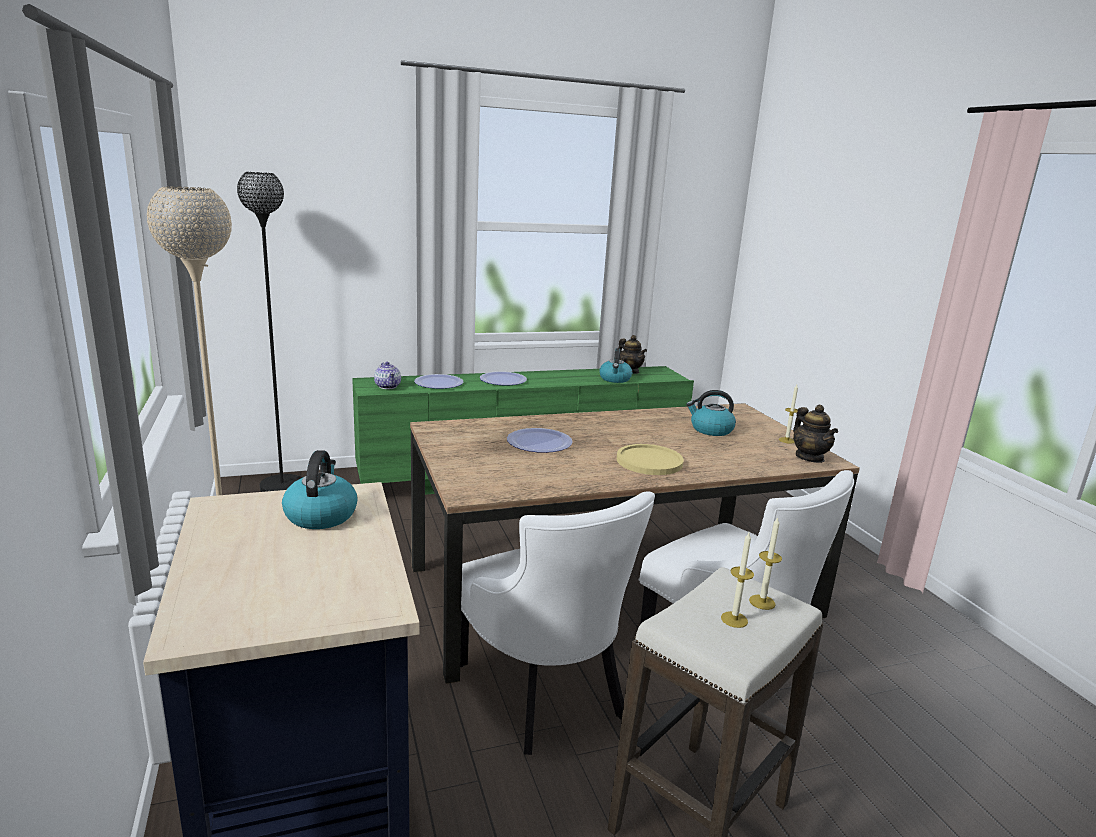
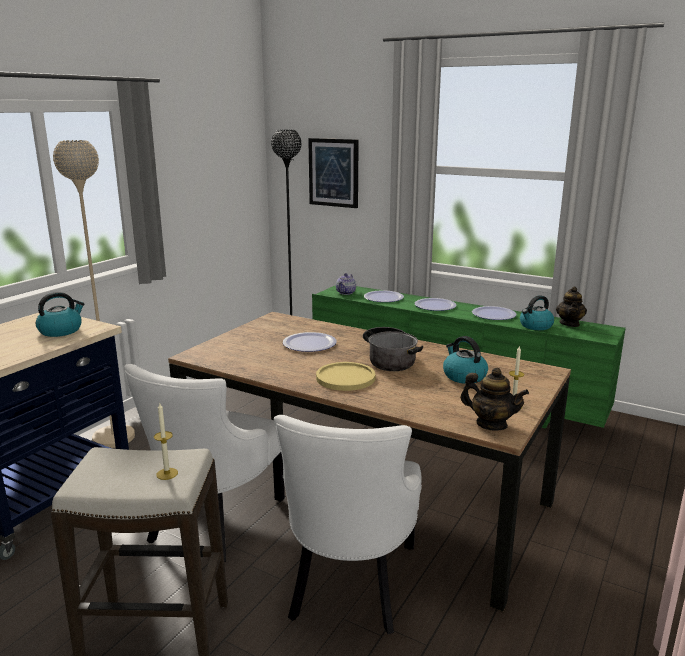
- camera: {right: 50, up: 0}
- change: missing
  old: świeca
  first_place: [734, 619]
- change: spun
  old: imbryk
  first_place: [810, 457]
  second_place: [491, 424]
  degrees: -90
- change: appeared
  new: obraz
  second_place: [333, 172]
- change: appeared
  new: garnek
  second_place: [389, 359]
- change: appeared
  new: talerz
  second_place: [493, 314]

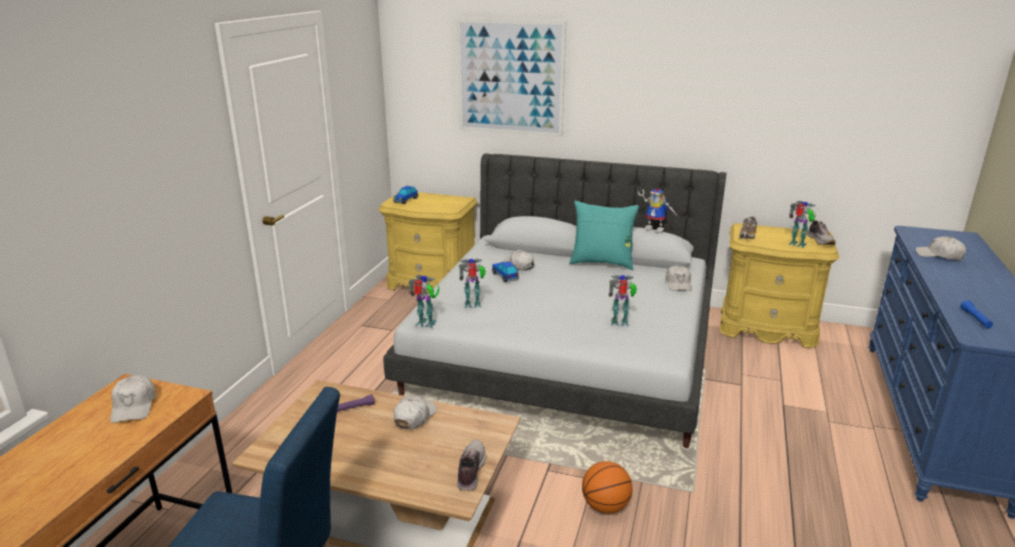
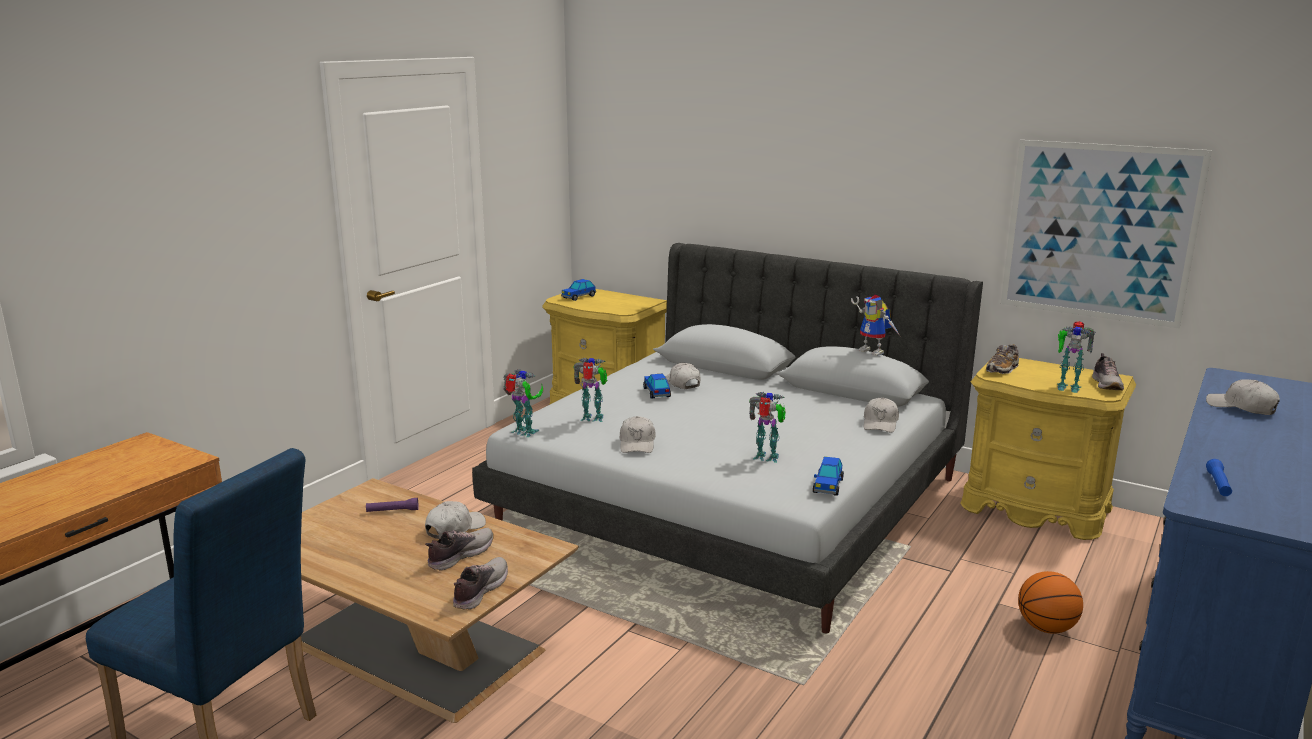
- camera: {right: 15, up: -5}
- change: relocated
  old: czapka z daszkiem/biały
  first_place: [134, 406]
  second_place: [637, 443]
- change: relocated
  old: obraz
  first_place: [510, 78]
  second_place: [1099, 232]
- change: missing
  old: poduszka/turkusowy
  first_place: [601, 263]
- change: relocated
  old: piłka do koszykówki
  first_place: [605, 506]
  second_place: [1046, 628]
- change: spun
  old: robot zabawkowy
  first_place: [798, 245]
  second_place: [1067, 386]
  degrees: 150
- change: appeared
  new: but
  second_place: [459, 556]
- change: appeared
  new: samochodzik
  second_place: [828, 486]

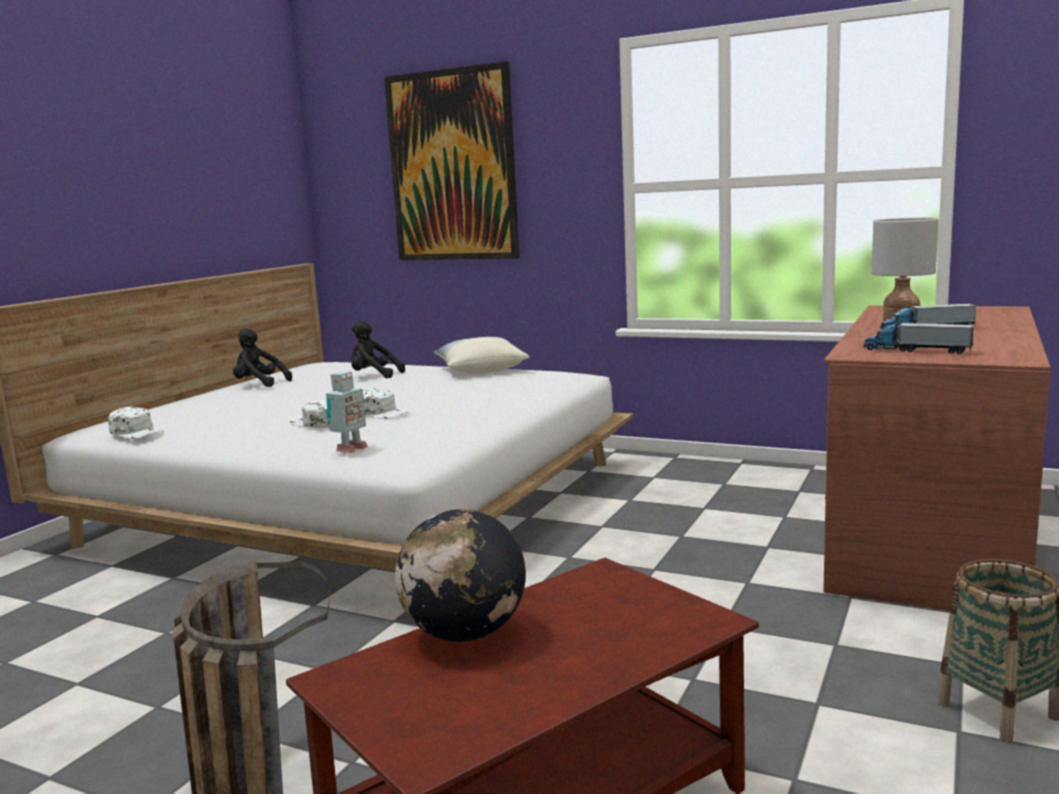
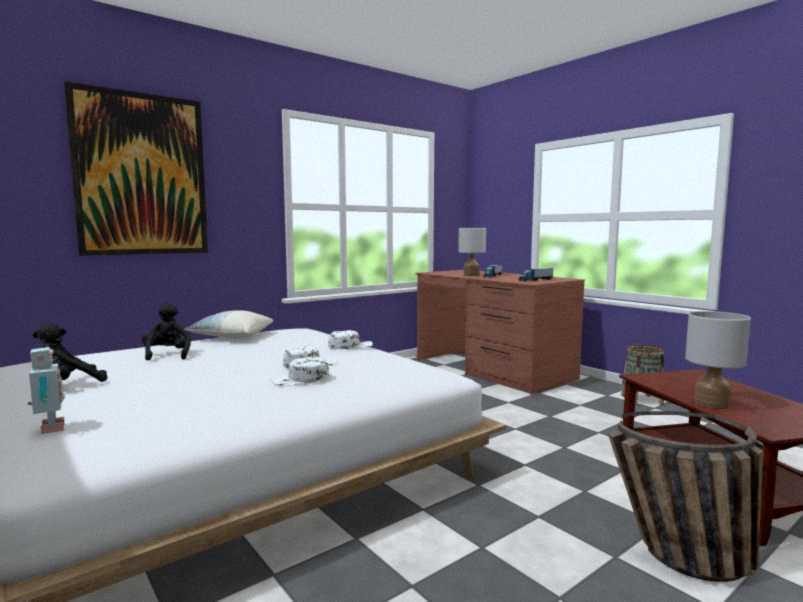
- camera: {right: -65, up: -5}
- change: relocated
  old: czapka z daszkiem/biały
  first_place: [137, 432]
  second_place: [350, 346]
- change: relocated
  old: robot zabawkowy
  first_place: [349, 449]
  second_place: [49, 429]
- change: spun
  old: pluszak/czarny
  first_place: [373, 376]
  second_place: [167, 355]
  degrees: 120
- change: exchanged
  old: globus
  new: lampa stołowa/szary
  first_place: [464, 633]
  second_place: [711, 404]

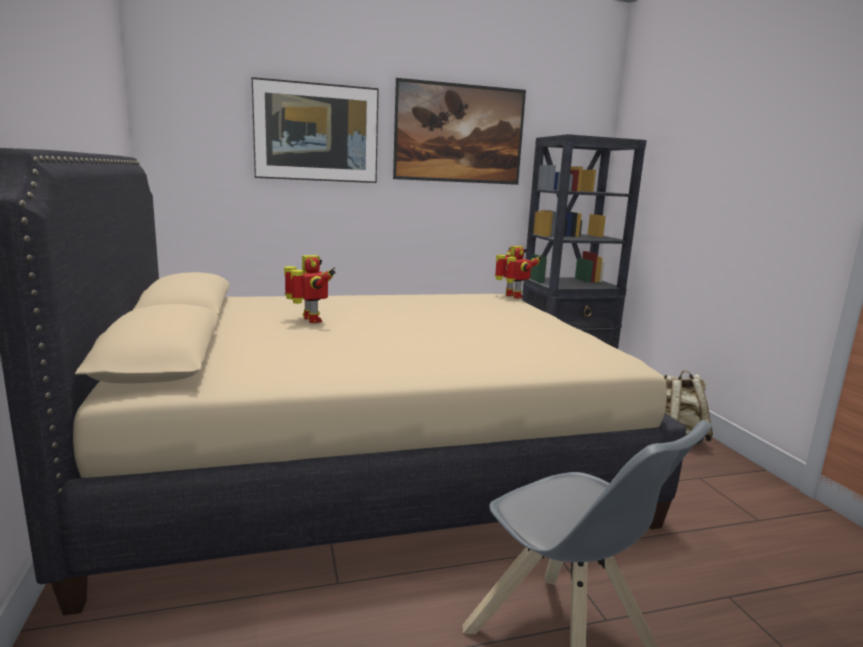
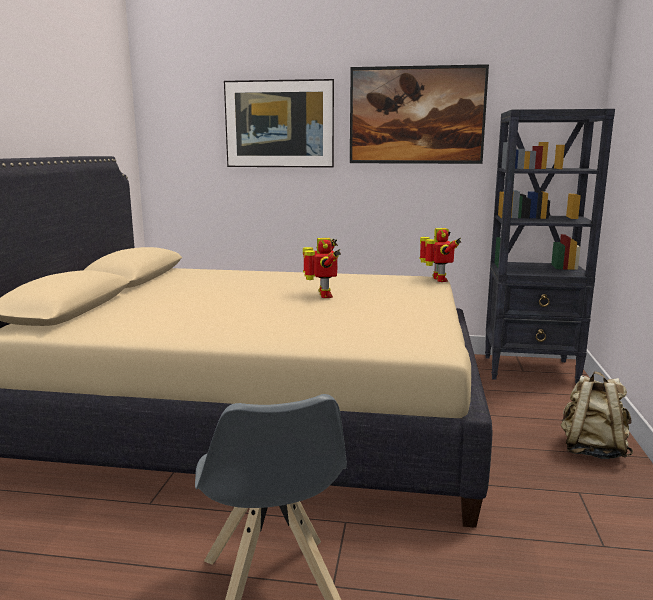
- camera: {right: 25, up: 0}
- change: relocated
  old: robot zabawkowy
  first_place: [310, 320]
  second_place: [323, 296]

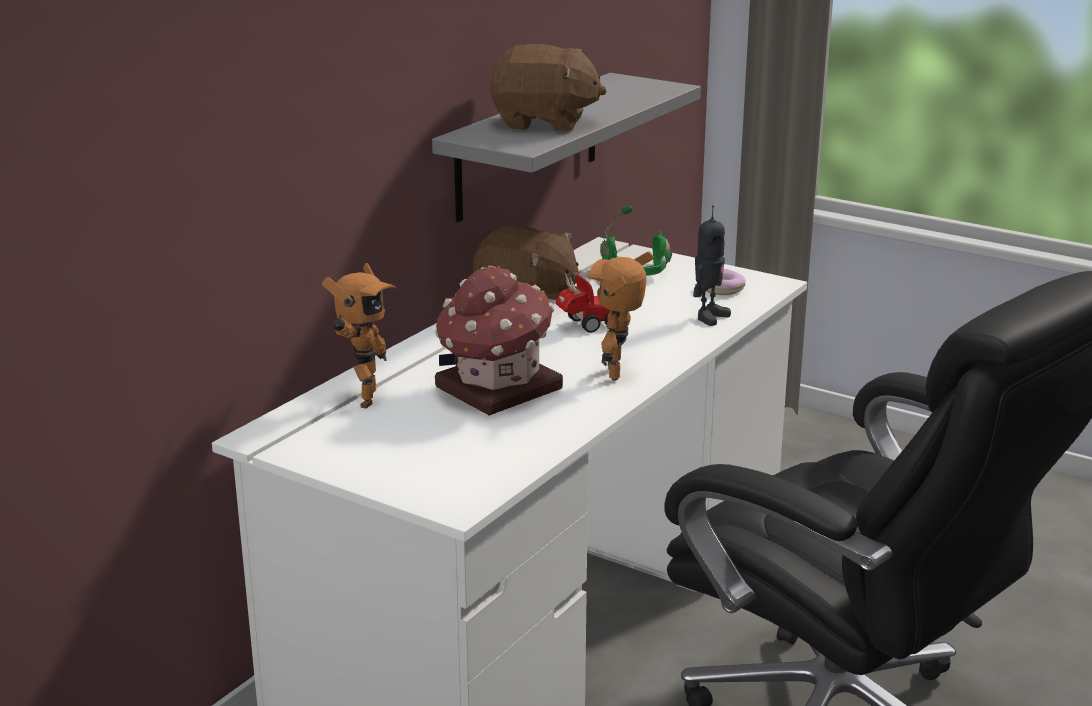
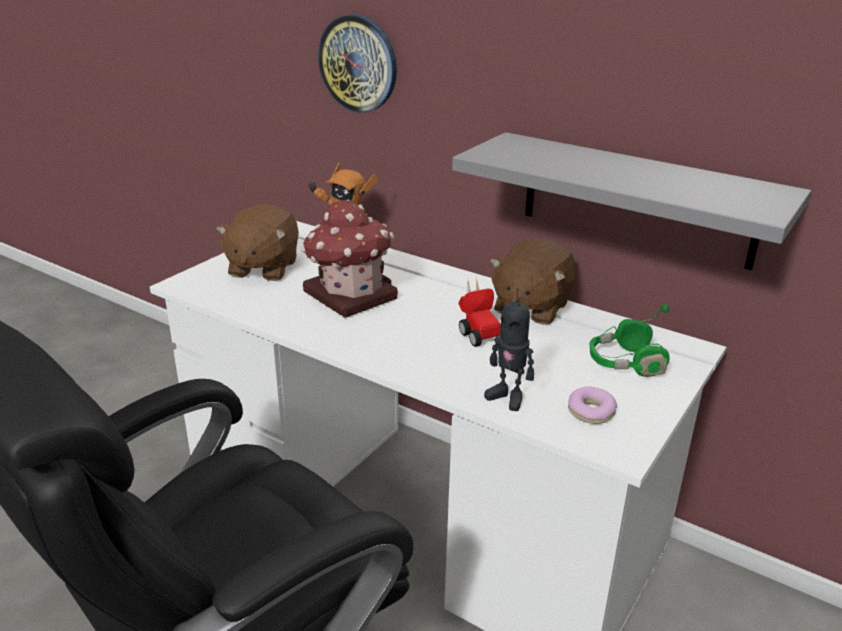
- camera: {right: 90, up: 5}
- change: relocated
  old: pluszak/brązowy
  first_place: [544, 123]
  second_place: [262, 268]
- change: missing
  old: robot zabawkowy
  first_place: [620, 373]
- change: appeared
  new: zegar ścienny
  second_place: [358, 63]

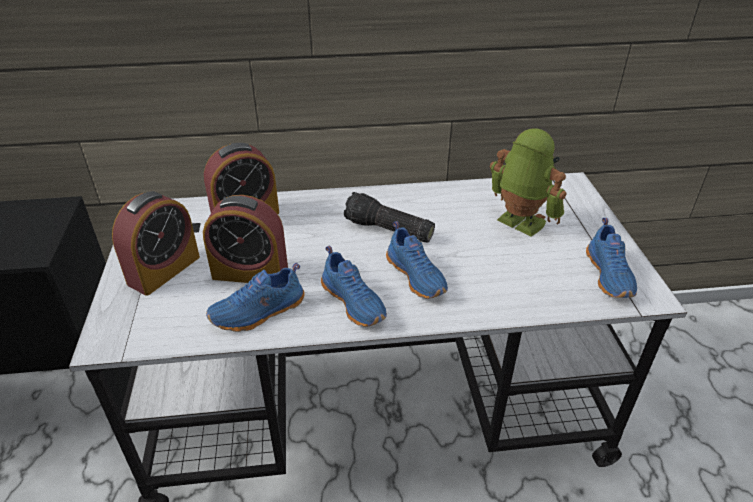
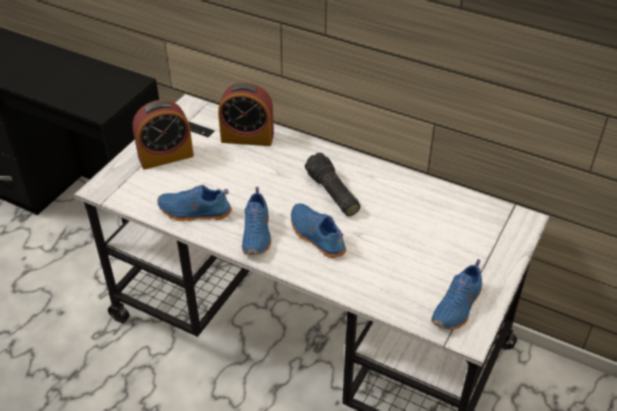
- camera: {right: 35, up: 5}
- change: missing
  old: budzik
  first_place: [250, 272]
- change: spun
  old: but/niebieski
  first_place: [417, 276]
  second_place: [316, 237]
  degrees: 135
- change: missing
  old: robot zabawkowy
  first_place: [518, 223]

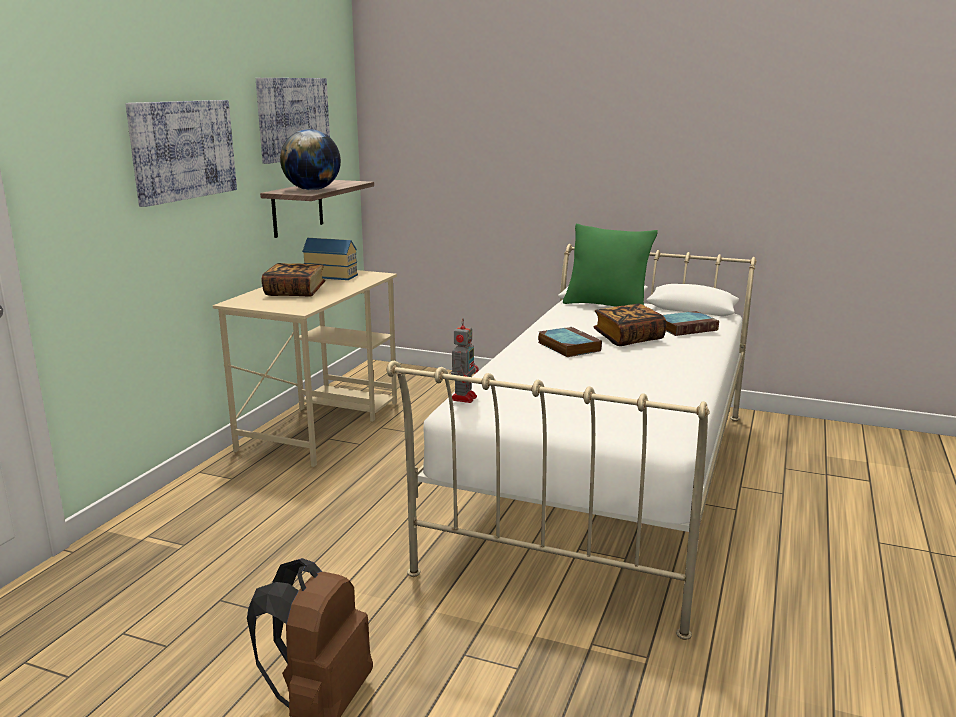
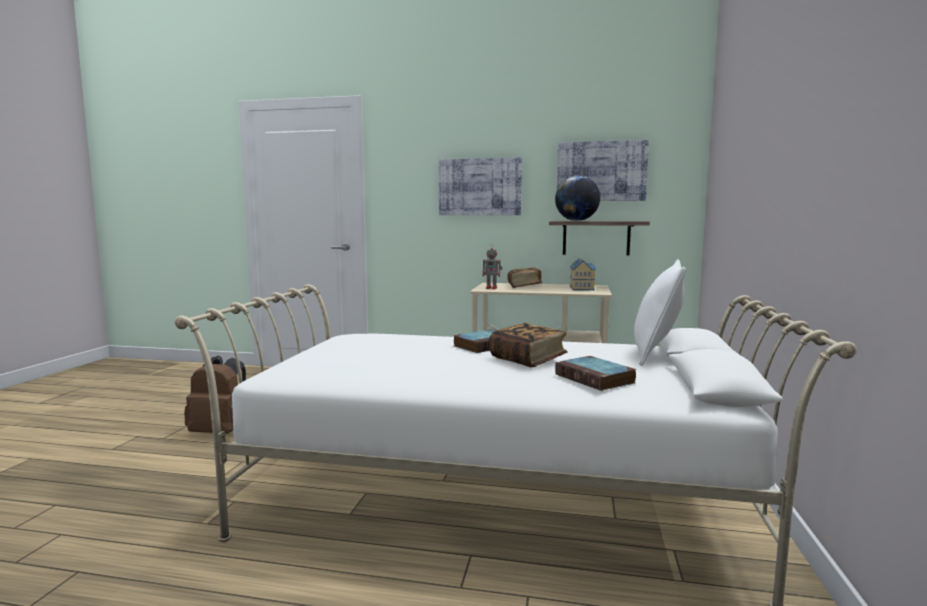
- camera: {right: 80, up: -10}
- change: relocated
  old: robot zabawkowy
  first_place: [463, 397]
  second_place: [492, 288]
- change: colour
  old: poduszka/zielony
  new: poduszka/biały
  first_place: [606, 306]
  second_place: [656, 354]

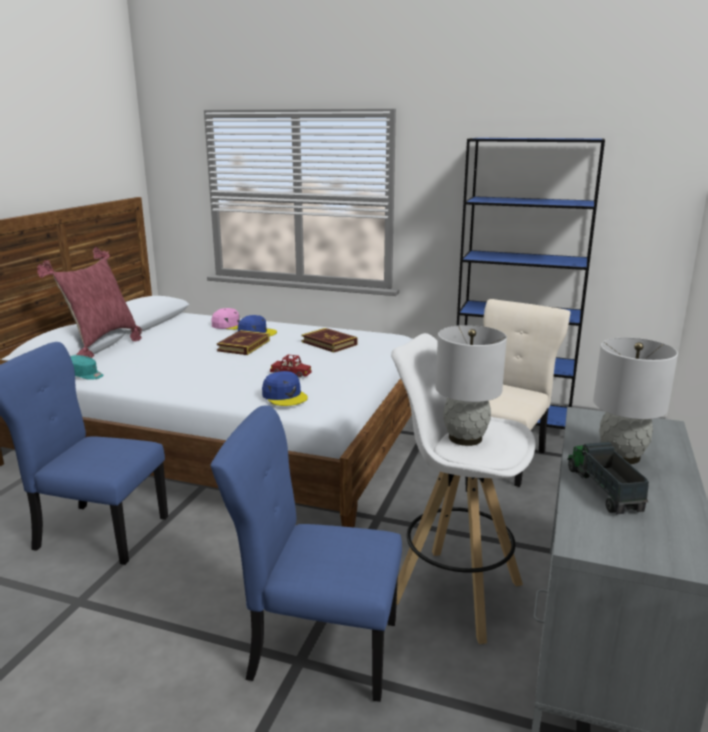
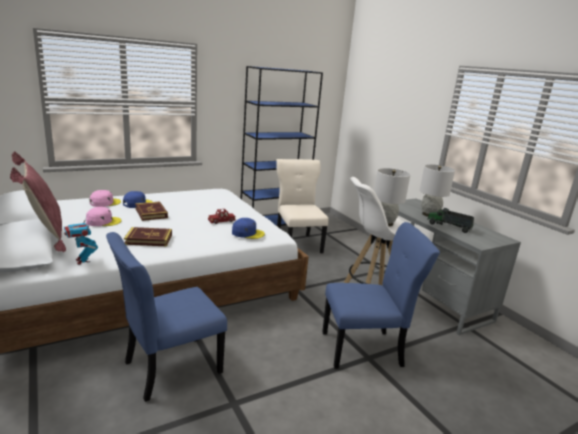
- camera: {right: -50, up: 0}
- change: exchanged
  old: czapka z daszkiem/turkusowy
  new: robot zabawkowy
  first_place: [85, 375]
  second_place: [82, 261]
- change: spun
  old: krzesło/niebieski
  first_place: [317, 648]
  second_place: [365, 349]
  degrees: -150
- change: relocated
  old: książka
  first_place: [329, 343]
  second_place: [148, 239]
- change: appeared
  new: czapka z daszkiem/różowy
  second_place: [103, 221]

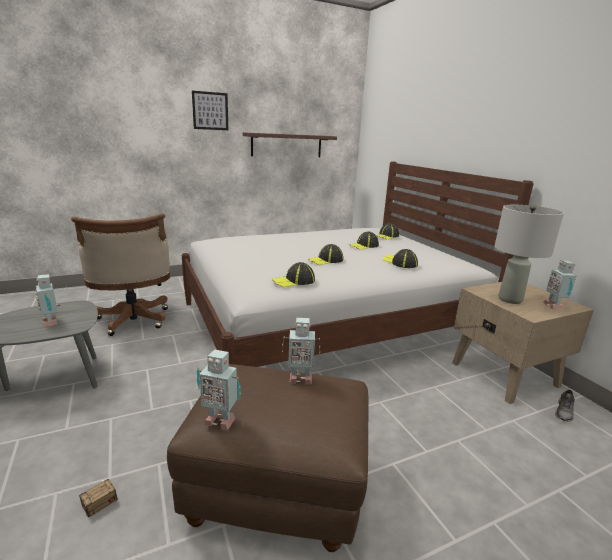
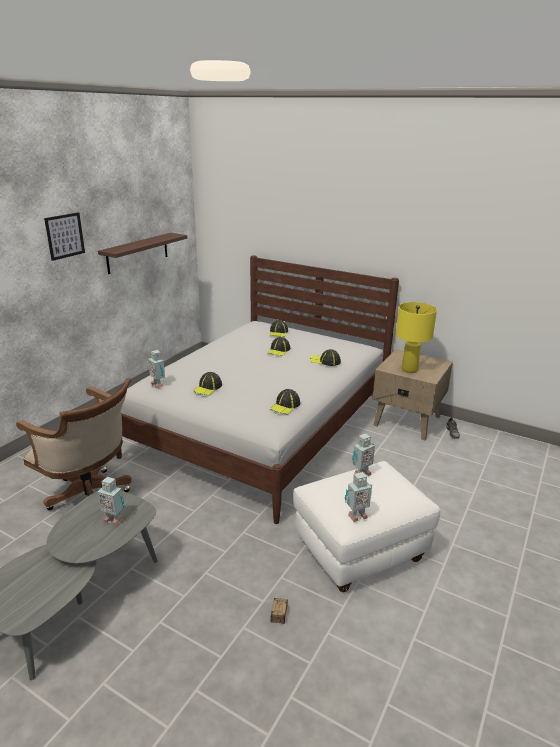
- camera: {right: -35, up: 5}
- change: colour
  old: pufa/brązowy
  new: pufa/biały
  first_place: [278, 485]
  second_place: [360, 548]
- change: relocated
  old: czapka z daszkiem
  first_place: [325, 260]
  second_place: [207, 388]
- change: colour
  old: lampa stołowa/szary
  new: lampa stołowa/żółty
  first_place: [510, 299]
  second_place: [409, 370]
- change: relocated
  old: robot zabawkowy
  first_place: [554, 306]
  second_place: [158, 385]

